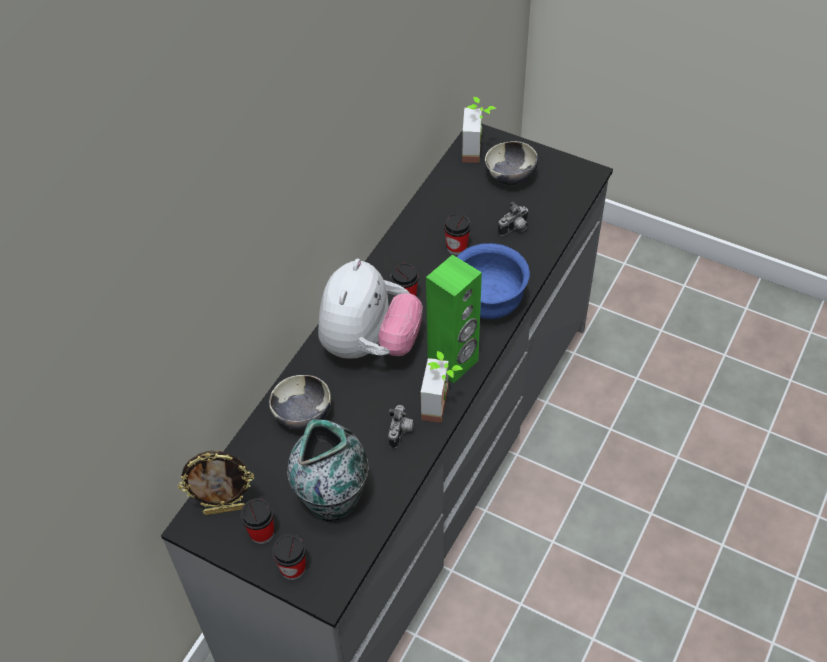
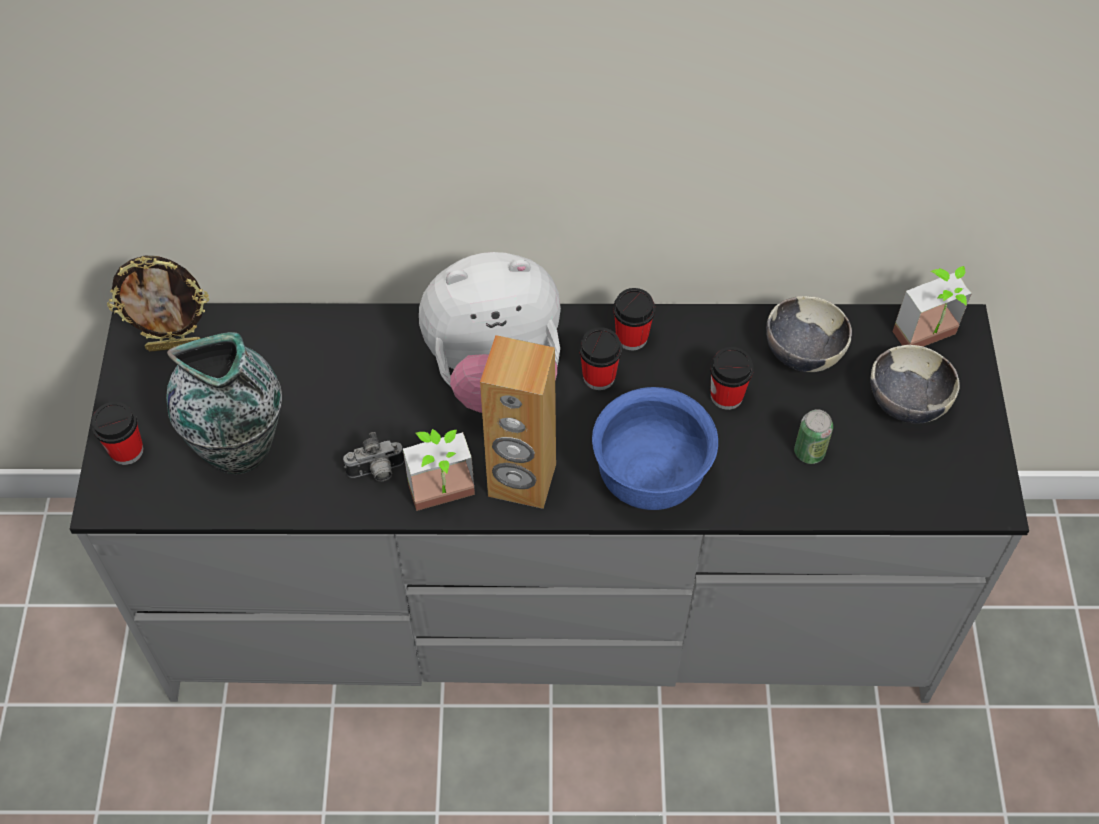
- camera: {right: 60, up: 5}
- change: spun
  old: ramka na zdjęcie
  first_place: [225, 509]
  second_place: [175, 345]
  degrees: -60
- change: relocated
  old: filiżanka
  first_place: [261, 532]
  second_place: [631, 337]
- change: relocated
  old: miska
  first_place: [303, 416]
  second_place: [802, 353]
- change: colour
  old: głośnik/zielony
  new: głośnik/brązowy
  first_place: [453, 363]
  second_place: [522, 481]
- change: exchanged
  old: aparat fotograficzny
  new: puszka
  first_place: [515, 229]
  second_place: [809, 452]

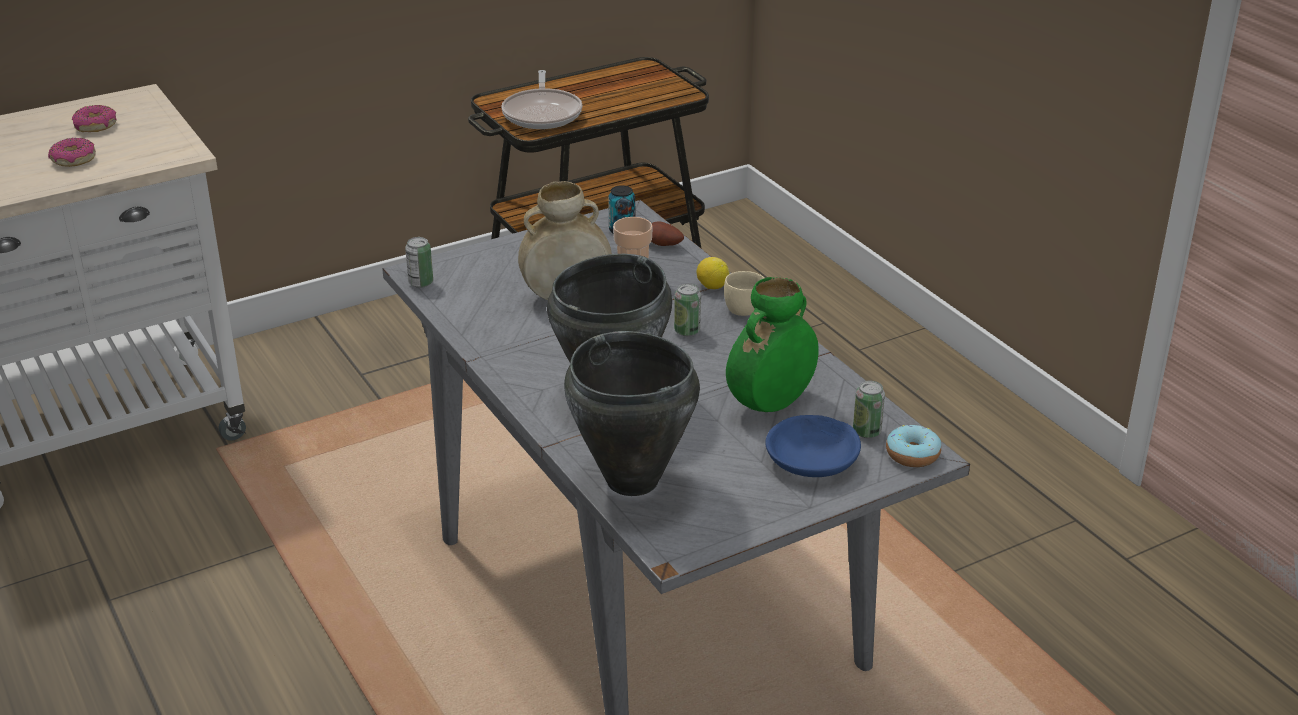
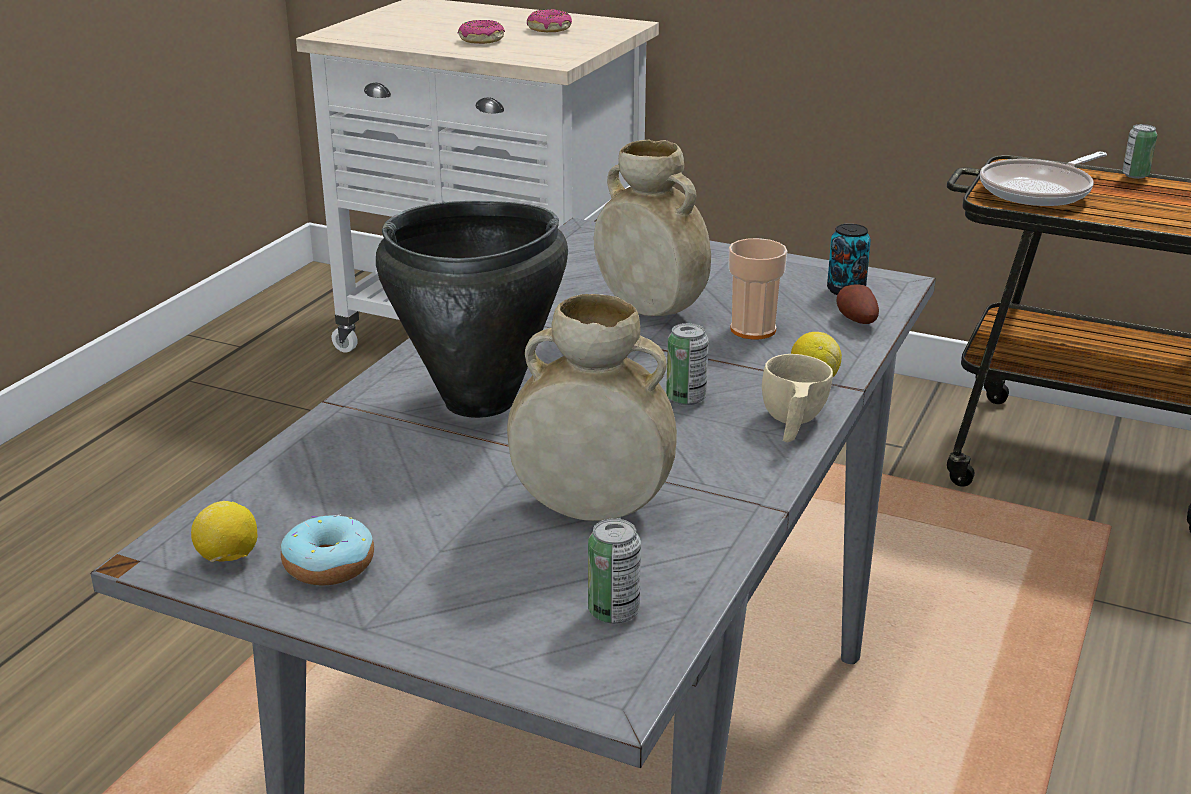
- camera: {right: 55, up: -5}
- change: relocated
  old: puszka
  first_place: [421, 283]
  second_place: [1135, 175]
- change: missing
  old: garnek/czarny
  first_place: [632, 481]
- change: colour
  old: wazon/zielony
  new: wazon/beżowy
  first_place: [770, 404]
  second_place: [590, 510]
- change: missing
  old: miska/niebieski
  first_place: [813, 459]
- change: relocated
  old: donut
  first_place: [912, 455]
  second_place: [329, 565]
- change: appeared
  new: cytryna
  second_place: [228, 559]

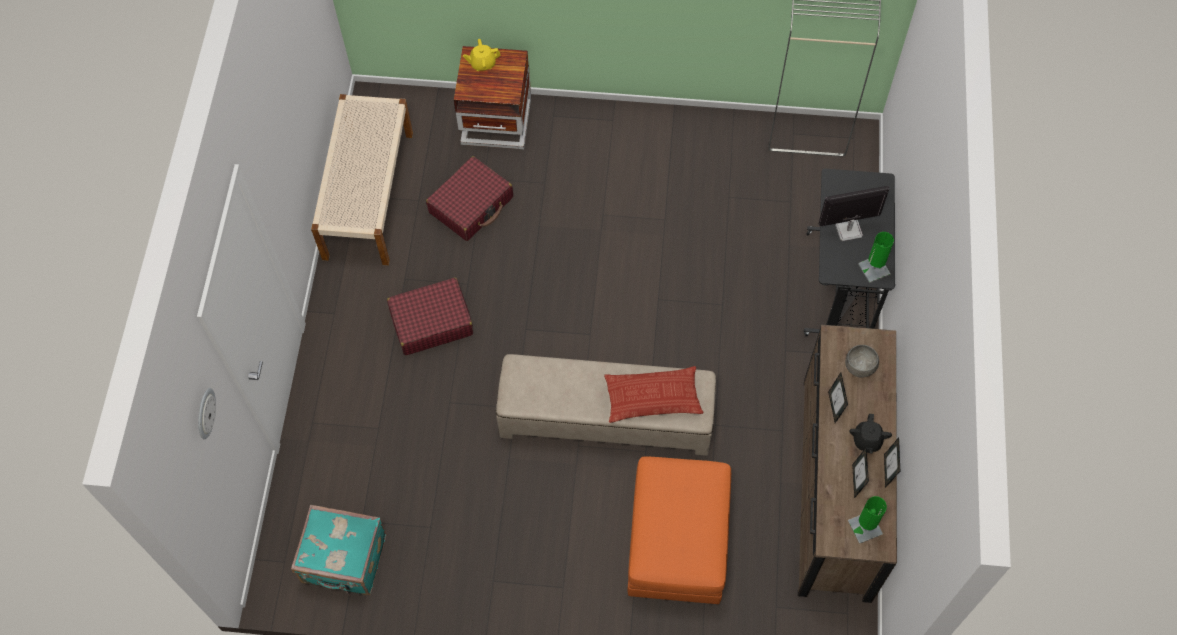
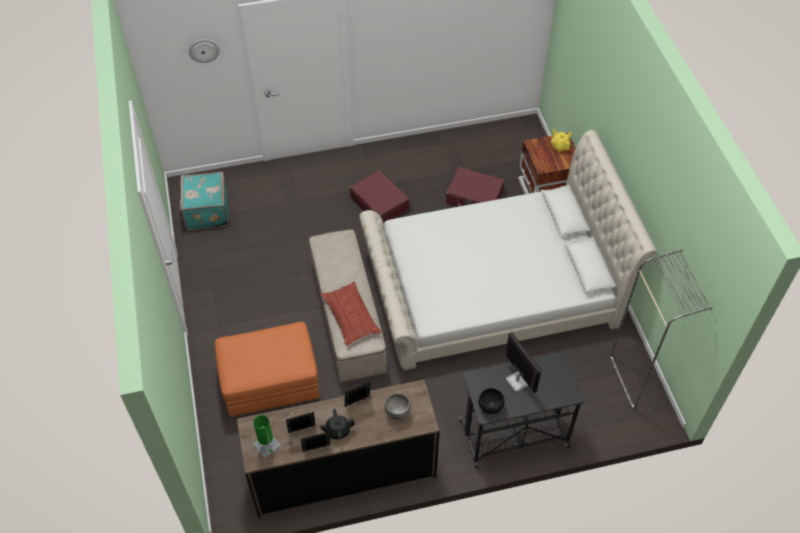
- camera: {right: 70, up: -10}
- change: missing
  old: ławka/beżowy
  first_place: [367, 195]
- change: exchanged
  old: lampa stołowa/zielony
  new: miska/czarny
  first_place: [874, 269]
  second_place: [490, 406]
- change: appeared
  new: łóżko/beżowy
  second_place: [492, 286]

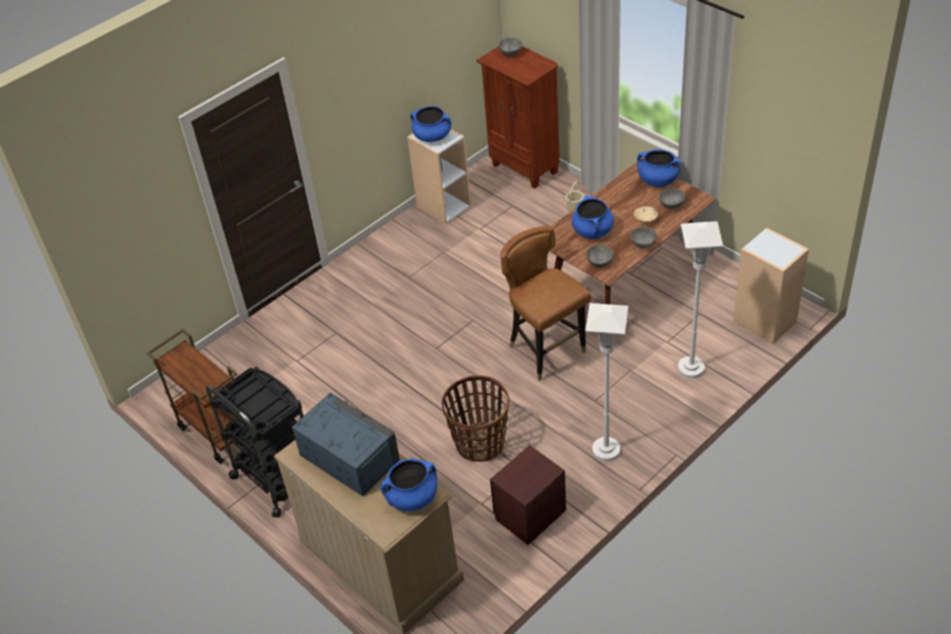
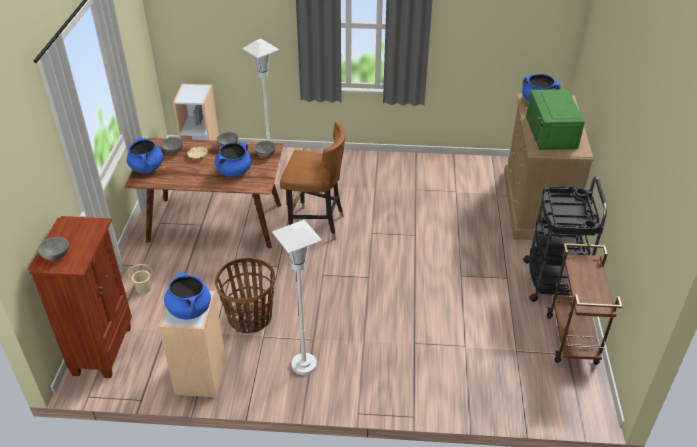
- camera: {right: -135, up: -5}
- change: colour
  old: mikrofalówka/niebieski
  new: mikrofalówka/zielony
  first_place: [348, 457]
  second_place: [551, 132]
- change: relocated
  old: koszyk
  first_place: [479, 443]
  second_place: [250, 318]
- change: missing
  old: szafka nocna/brązowy
  first_place: [530, 514]
- change: spun
  old: krzesło/brązowy
  first_place: [546, 351]
  second_place: [316, 225]
  degrees: -90
- change: relocated
  old: lampa stojąca/biały
  first_place: [606, 450]
  second_place: [304, 365]

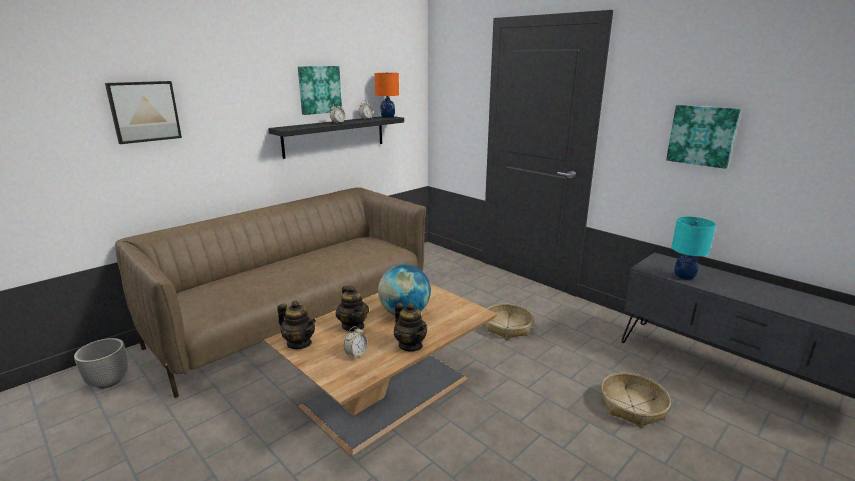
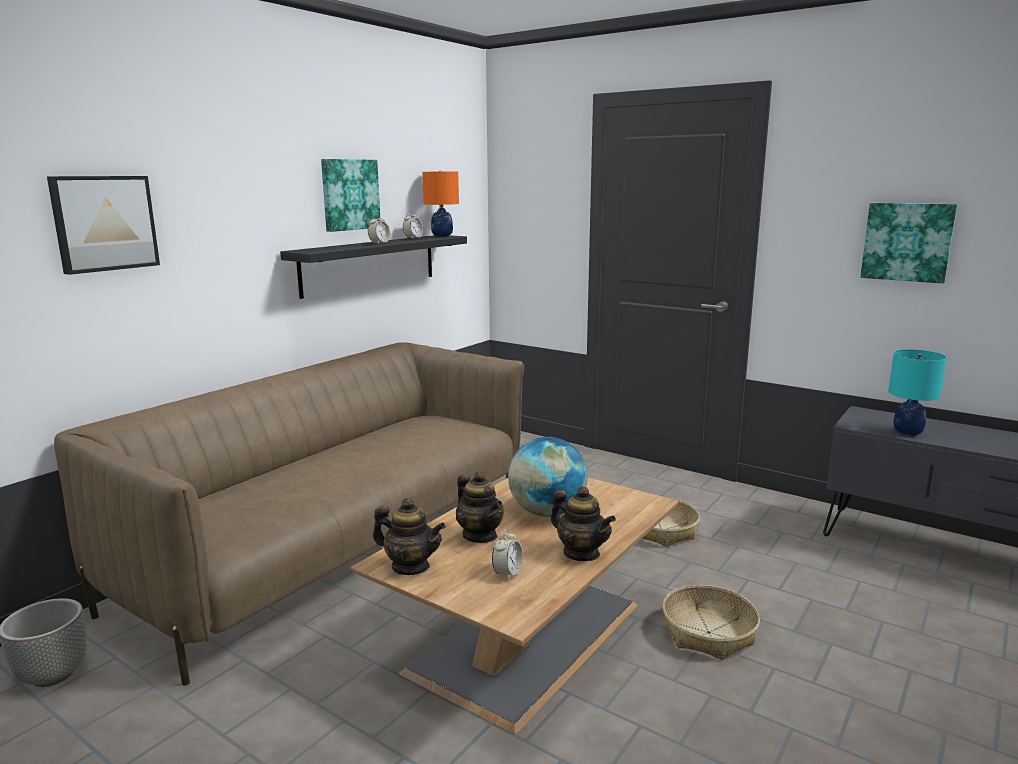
- camera: {right: -10, up: -5}
- change: relocated
  old: koszyk
  first_place: [633, 406]
  second_place: [709, 633]

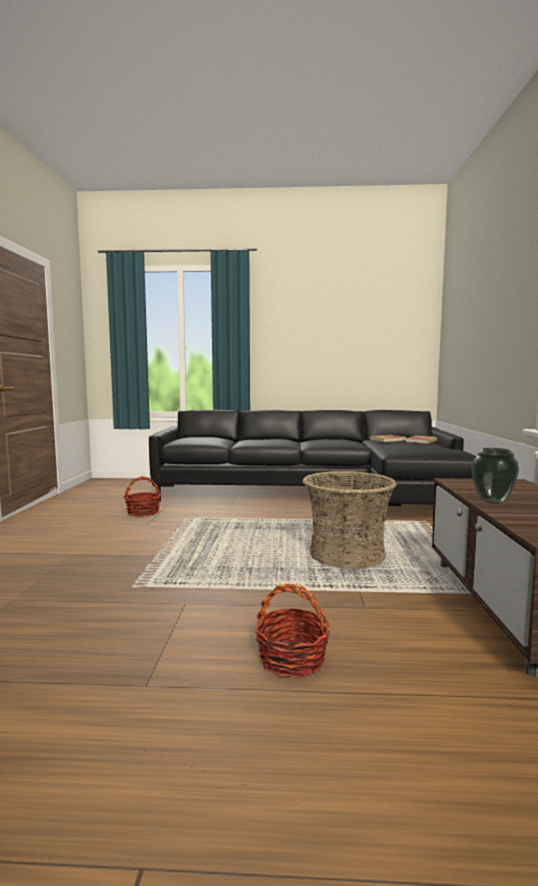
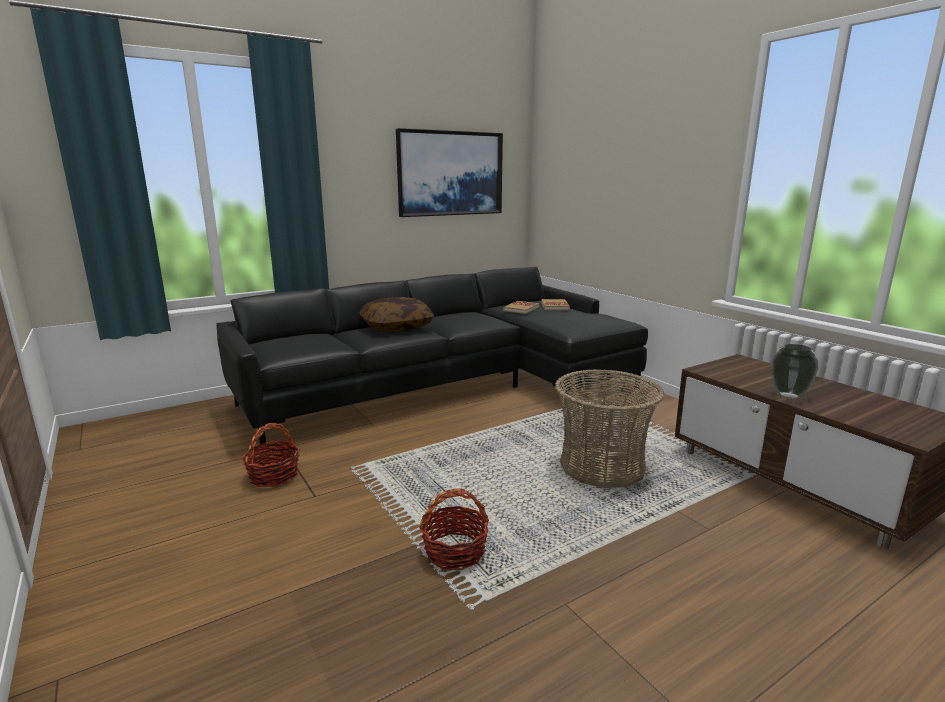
- camera: {right: -35, up: 10}
- change: relocated
  old: koszyk
  first_place: [292, 659]
  second_place: [455, 552]
- change: appeared
  new: poduszka
  second_place: [396, 327]
- change: appeared
  new: obraz
  second_place: [450, 173]

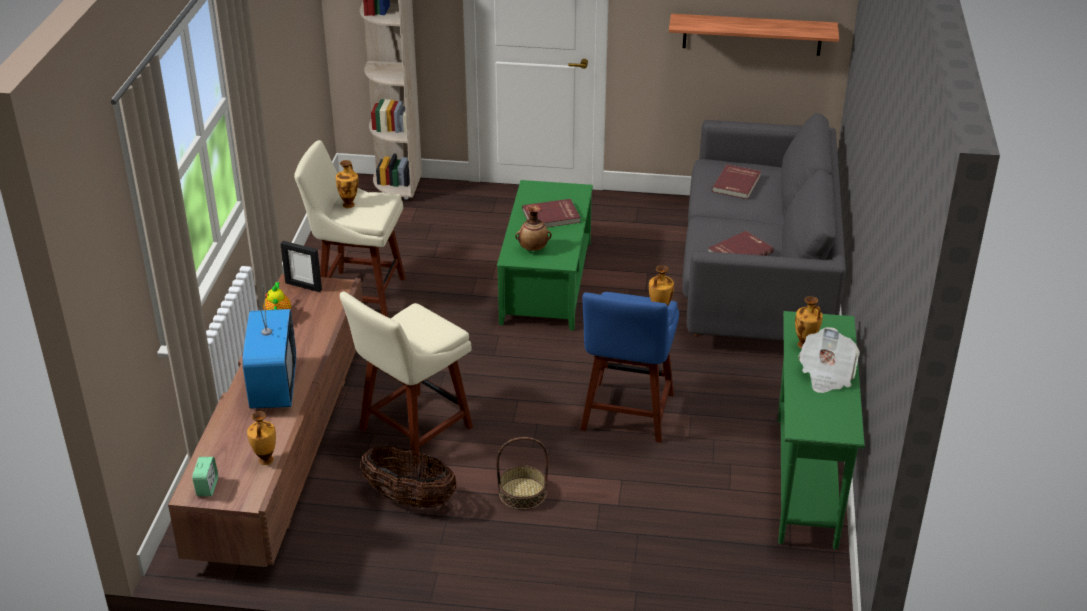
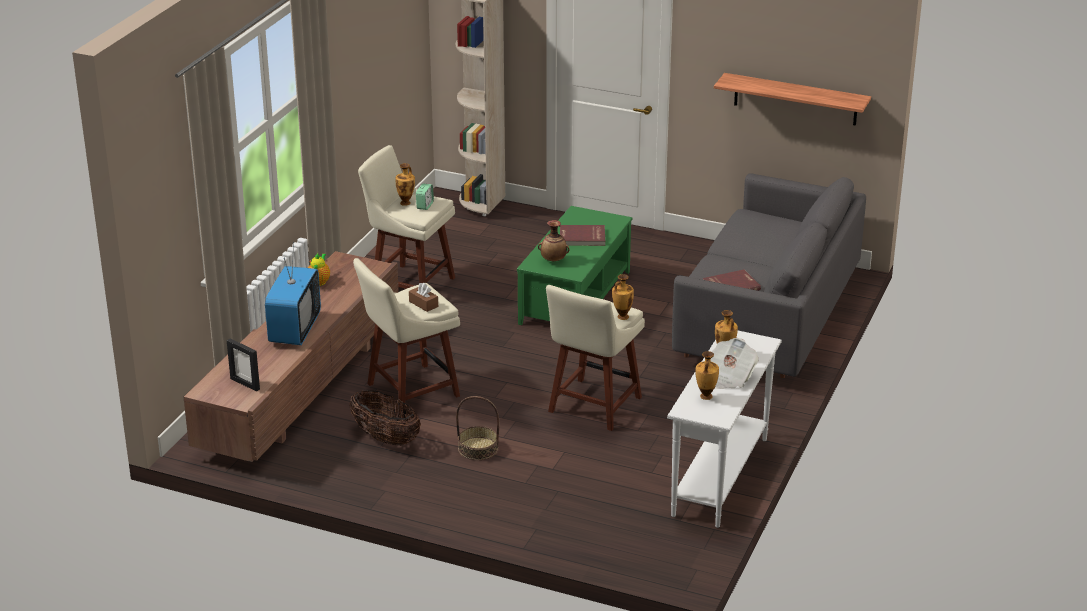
- camera: {right: 15, up: -5}
- change: relocated
  old: budzik
  first_place: [207, 487]
  second_place: [425, 206]
- change: relocated
  old: wazon
  first_place: [265, 461]
  second_place: [705, 397]
- change: relocated
  old: ramka na zdjęcie
  first_place: [304, 285]
  second_place: [245, 383]
- change: colour
  old: stołek/niebieski
  new: stołek/beżowy
  first_place: [626, 415]
  second_place: [592, 406]
- change: missing
  old: książka/czerwony
  first_place: [737, 184]
- change: colour
  old: stolik konsolowy/zielony
  new: stolik konsolowy/biały
  first_place: [807, 482]
  second_place: [721, 478]
- change: appeared
  new: pudełko chusteczek/brązowy
  second_place: [423, 304]

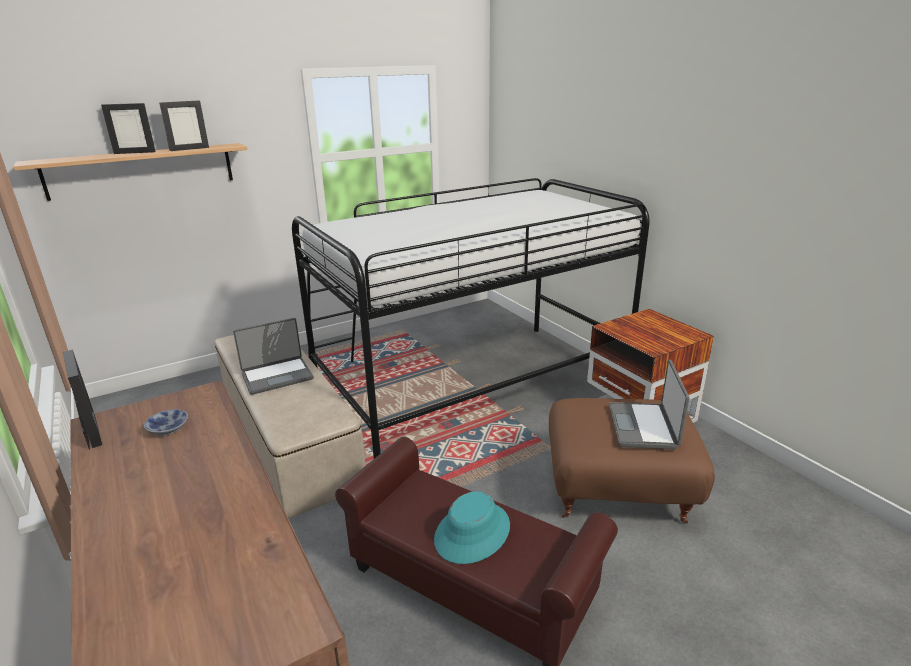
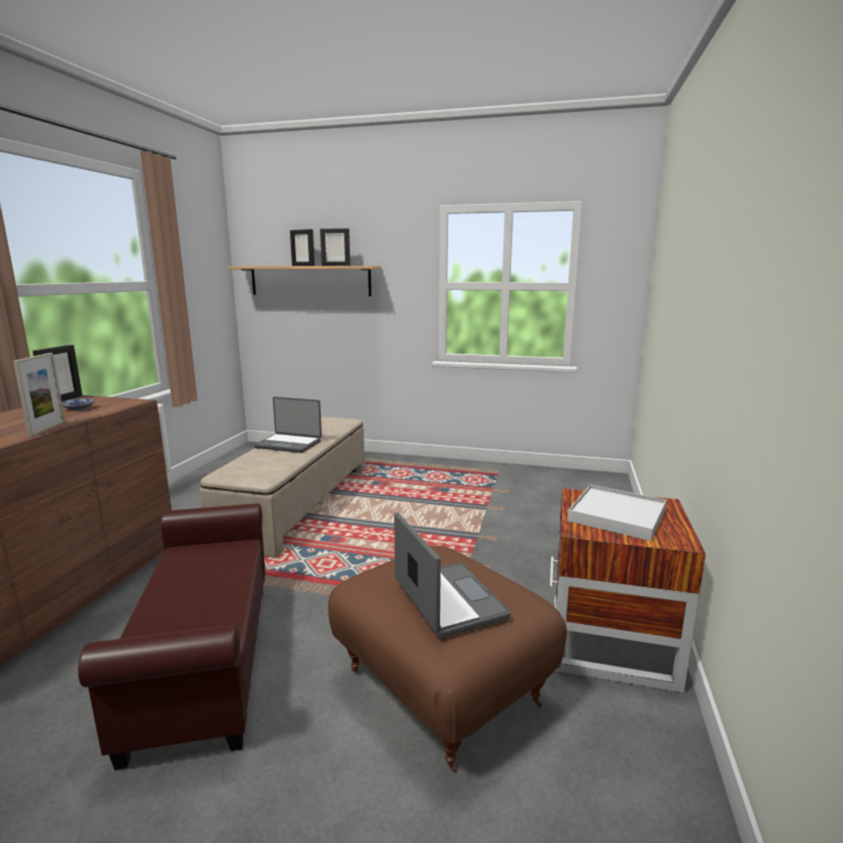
- camera: {right: 45, up: -10}
- change: missing
  old: łóżko/czarny
  first_place: [468, 388]
- change: missing
  old: kapelusz/turkusowy
  first_place: [472, 533]
- change: spun
  old: laptop
  first_place: [644, 427]
  second_place: [447, 600]
  degrees: 105
- change: appeared
  new: ramka na zdjęcie
  second_place: [47, 428]
- change: appeared
  new: taca/biały
  second_place: [617, 515]

